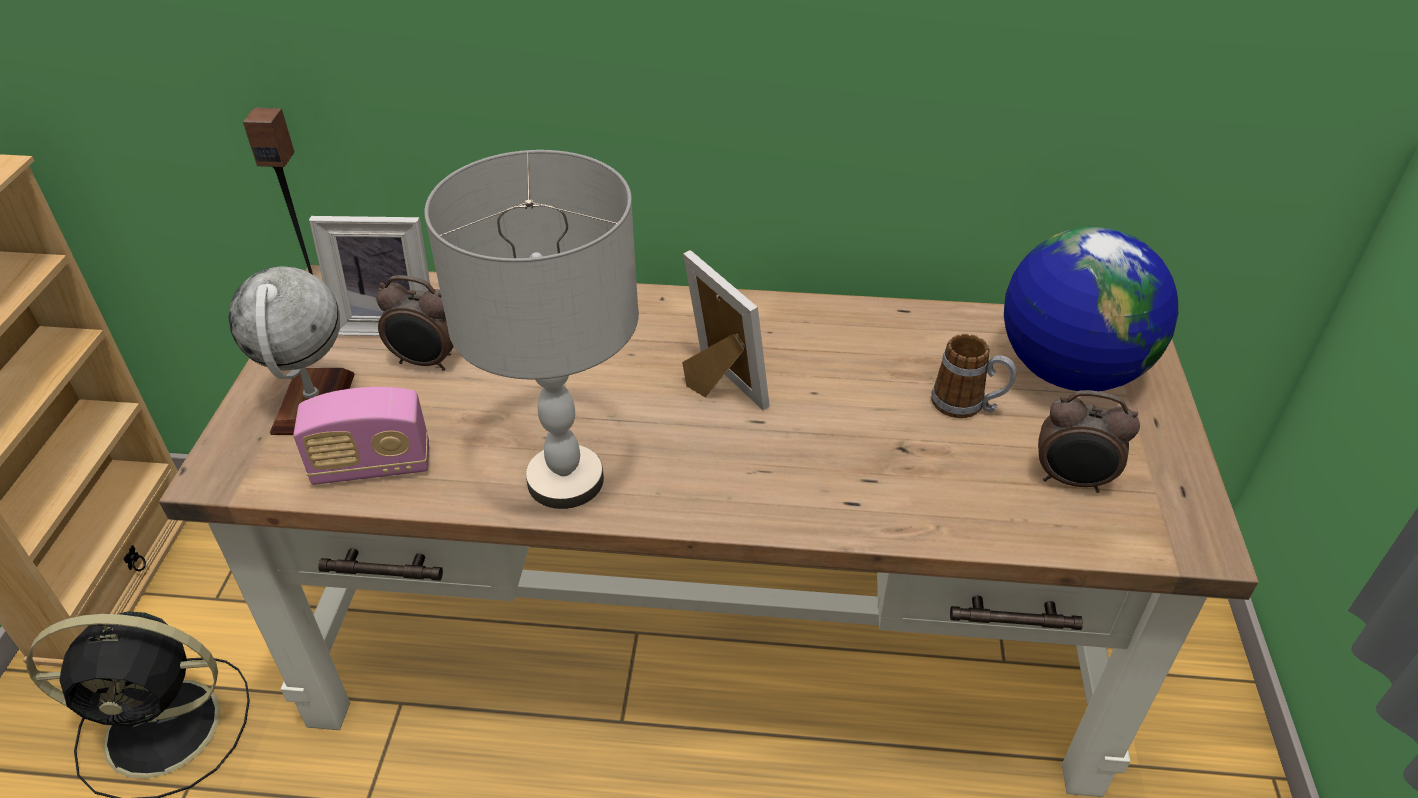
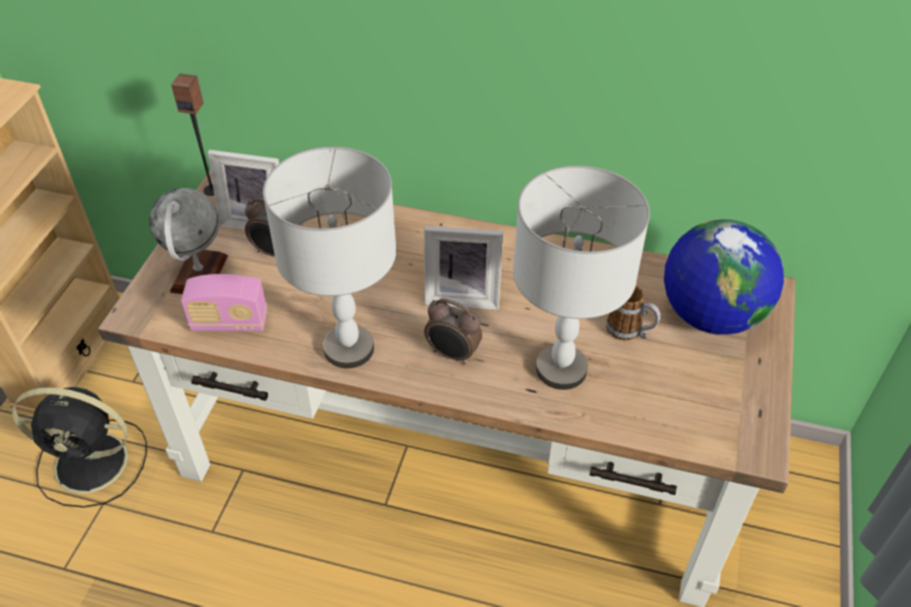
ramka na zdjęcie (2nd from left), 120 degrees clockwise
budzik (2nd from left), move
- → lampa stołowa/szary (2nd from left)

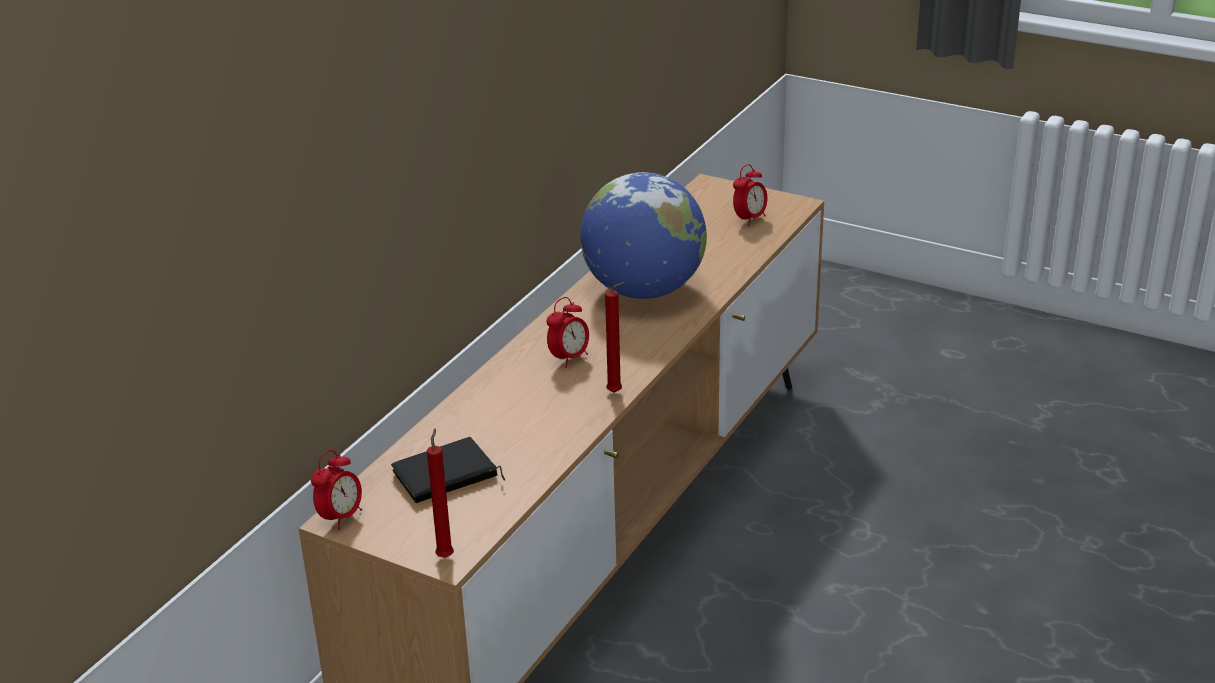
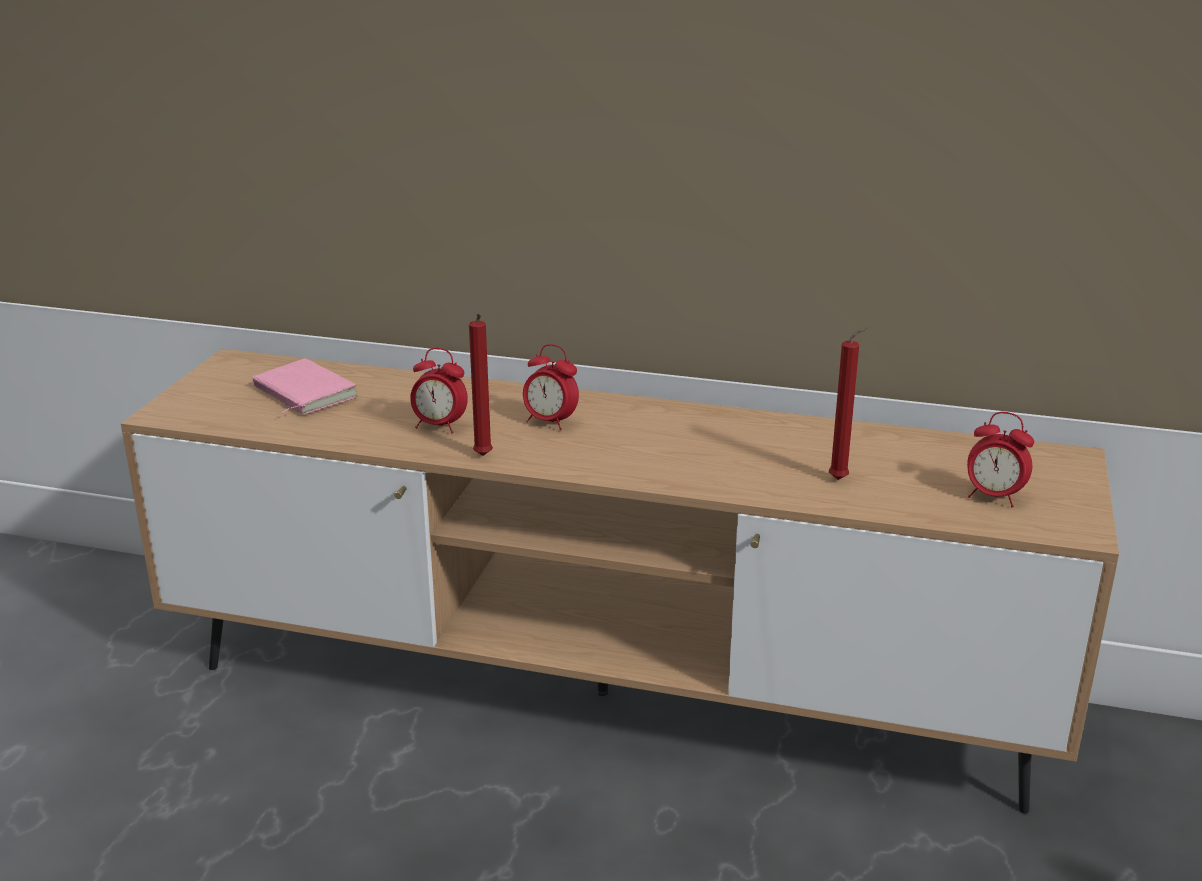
globus → -
świeca/czerwony (1st from left in the first image) → świeca/czerwony (2nd from left), move
książka/czarny → książka/różowy
budzik (1st from left), move

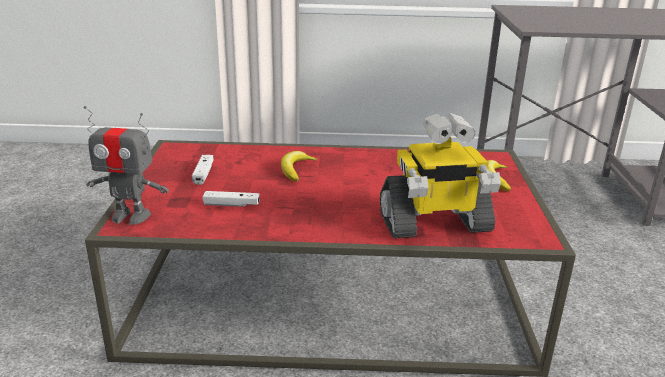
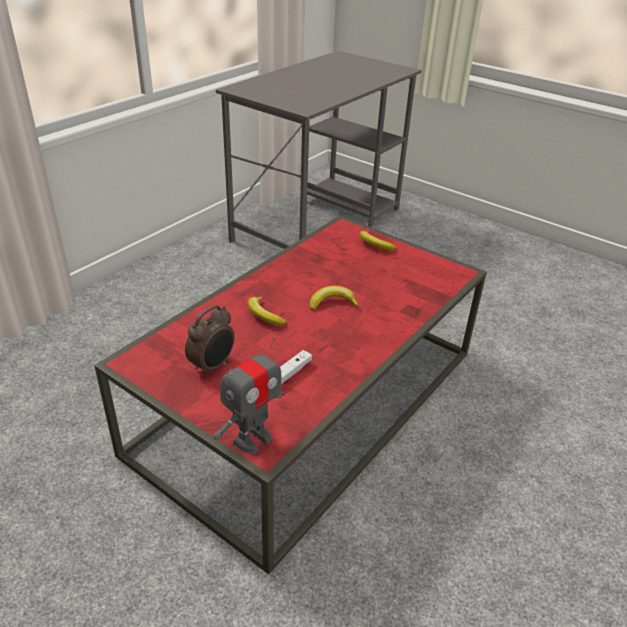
robot zabawkowy (2nd from left) → -
pad do gier/biały (1st from left) → budzik
- → banan (2nd from left)

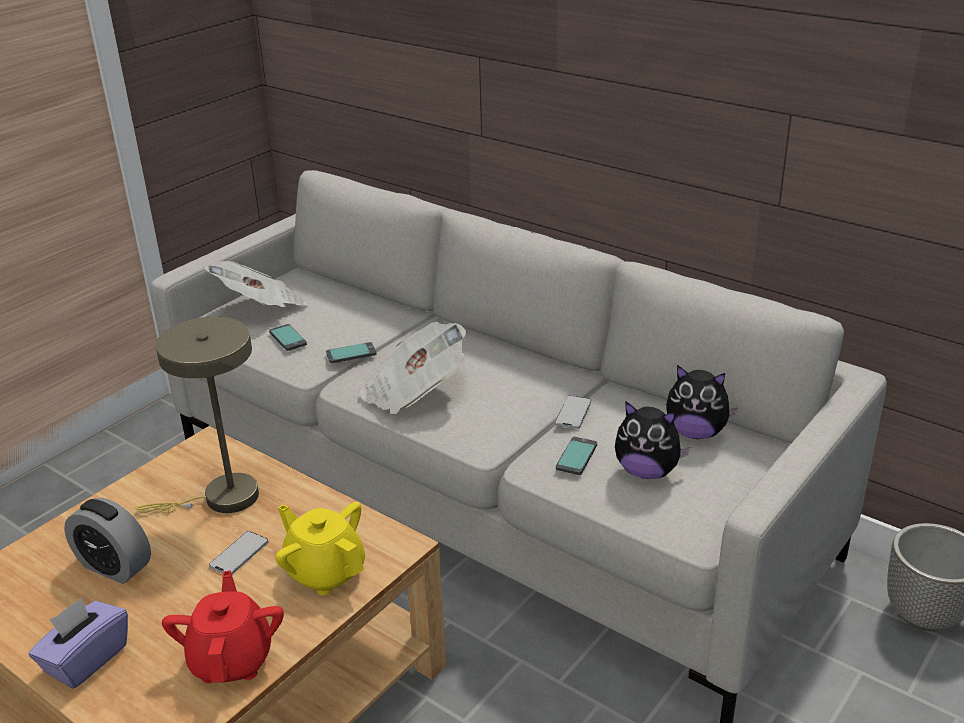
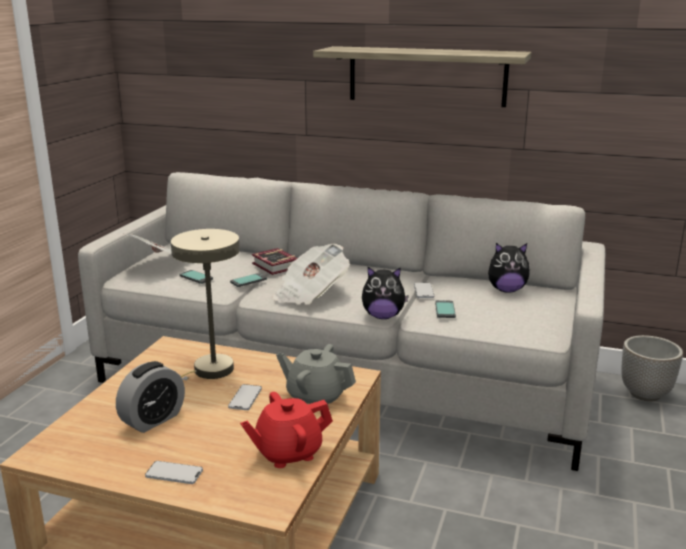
pluszak (1st from left), move
budzik, 60 degrees counterclockwise
imbryk/żółty → imbryk/szary
imbryk/czerwony, 90 degrees counterclockwise
pudełko chusteczek/fioletowy → telefon (1st from left)
- → półka
- → książka

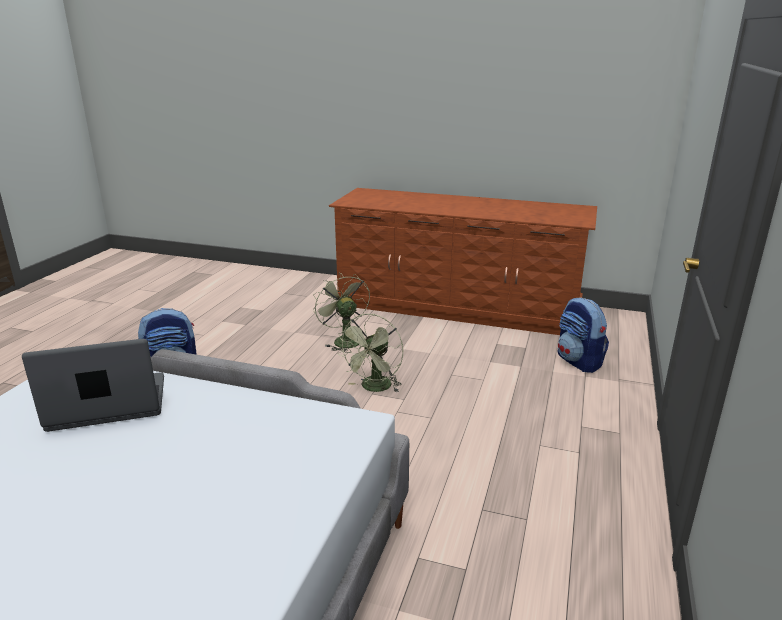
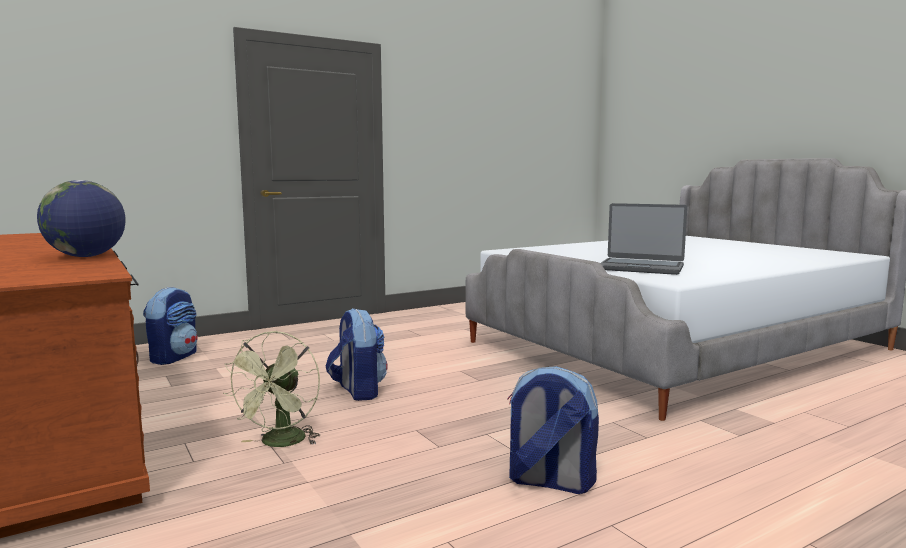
wentylator/zielony (2nd from left) → plecak (2nd from left)
- → globus

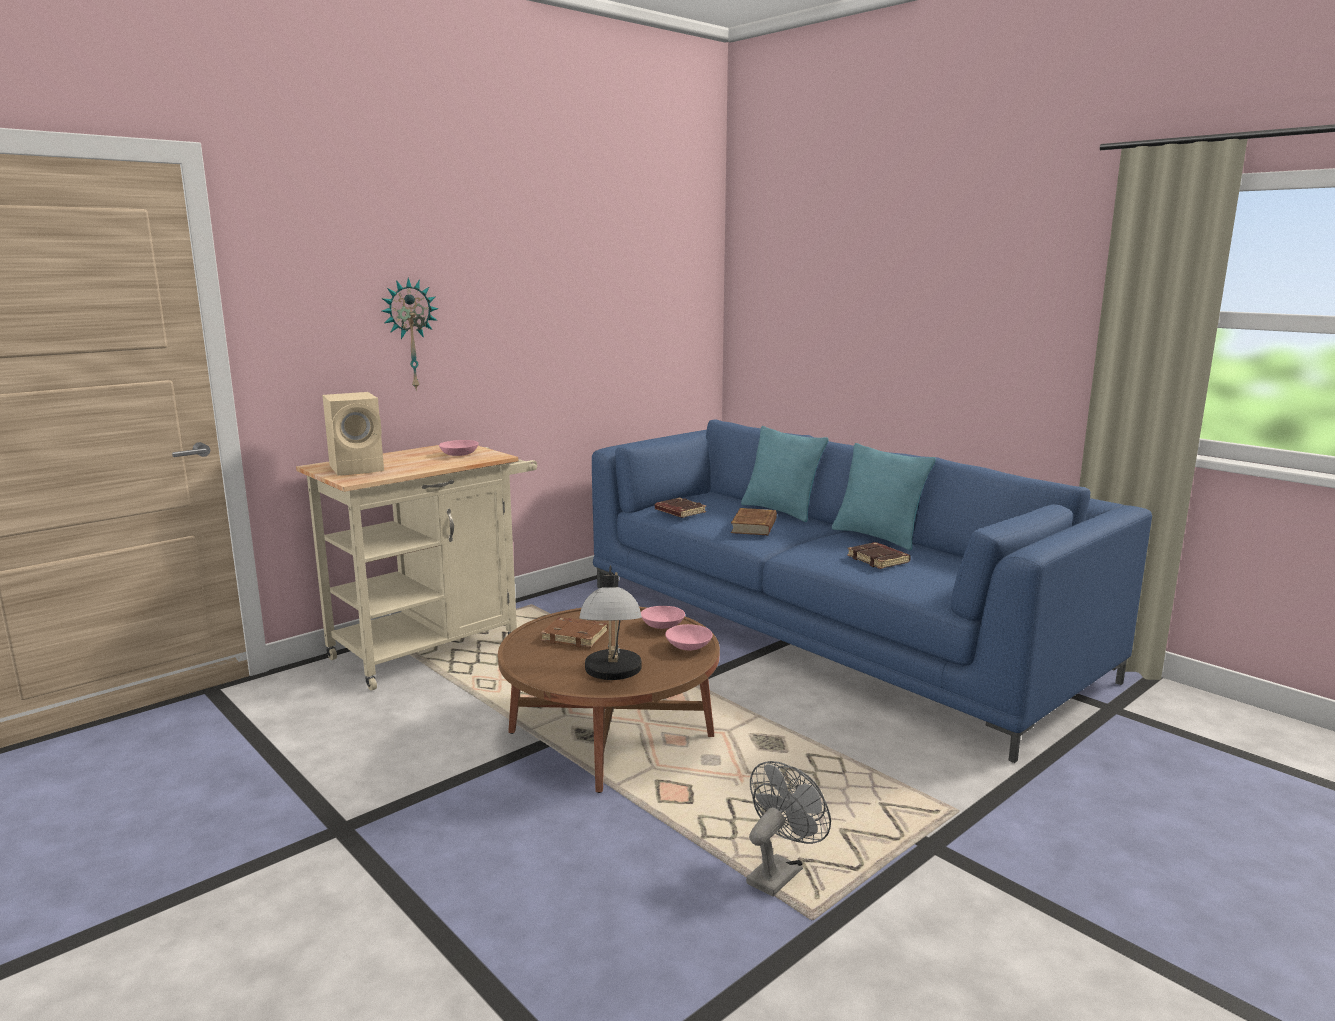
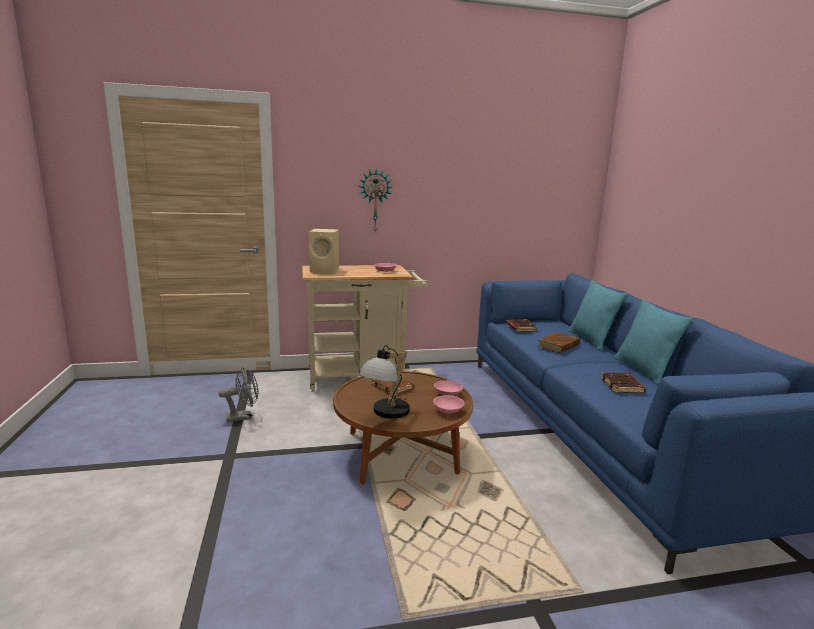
wentylator/szary, move

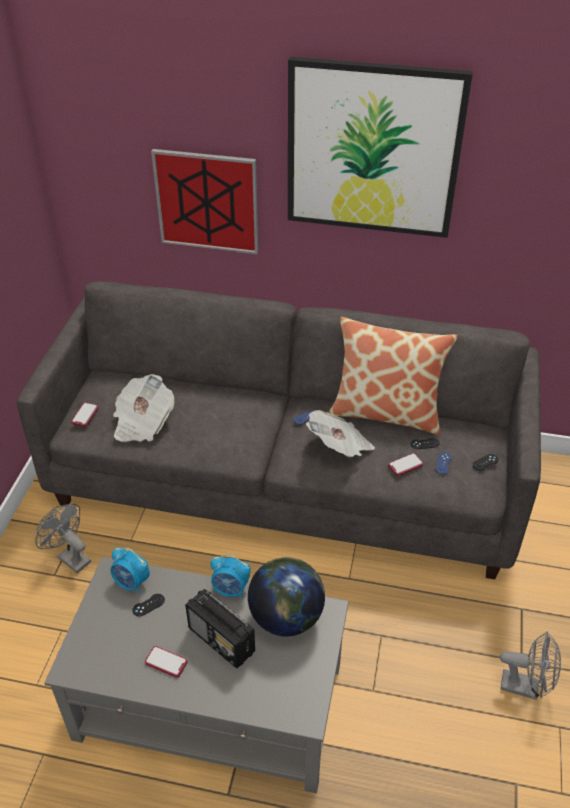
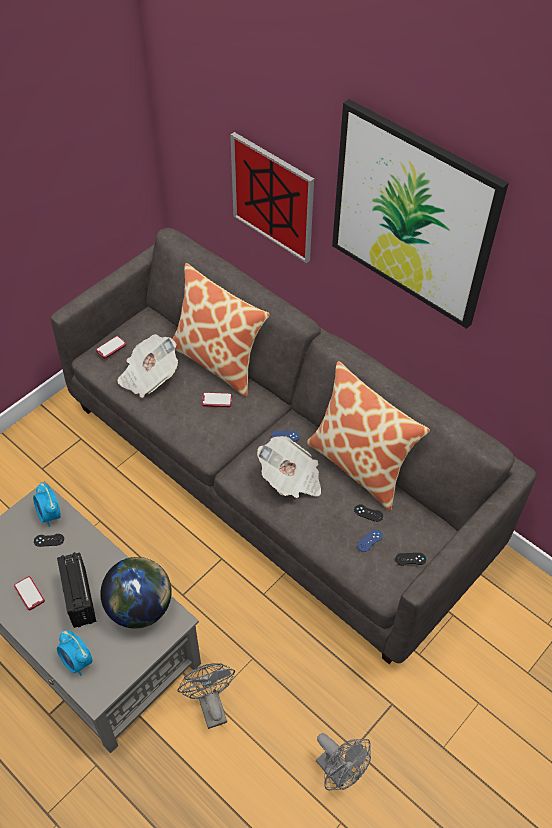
telefon (3rd from left), move
wentylator/szary (1st from left), move
budzik (2nd from left), move
- → poduszka (1st from left)

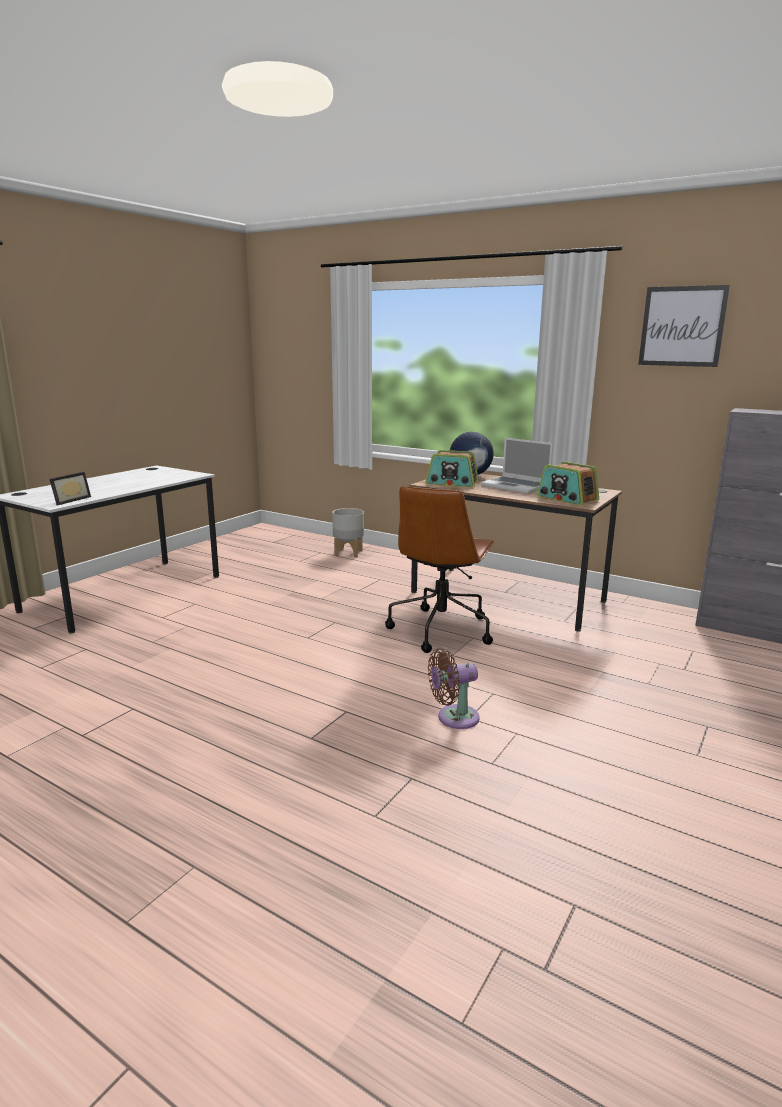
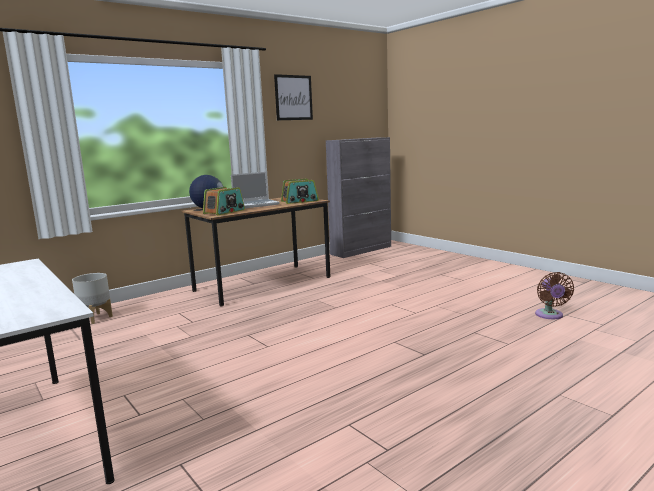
ramka na zdjęcie → -
krzesło biurowe/brązowy → -
wentylator/brązowy, move

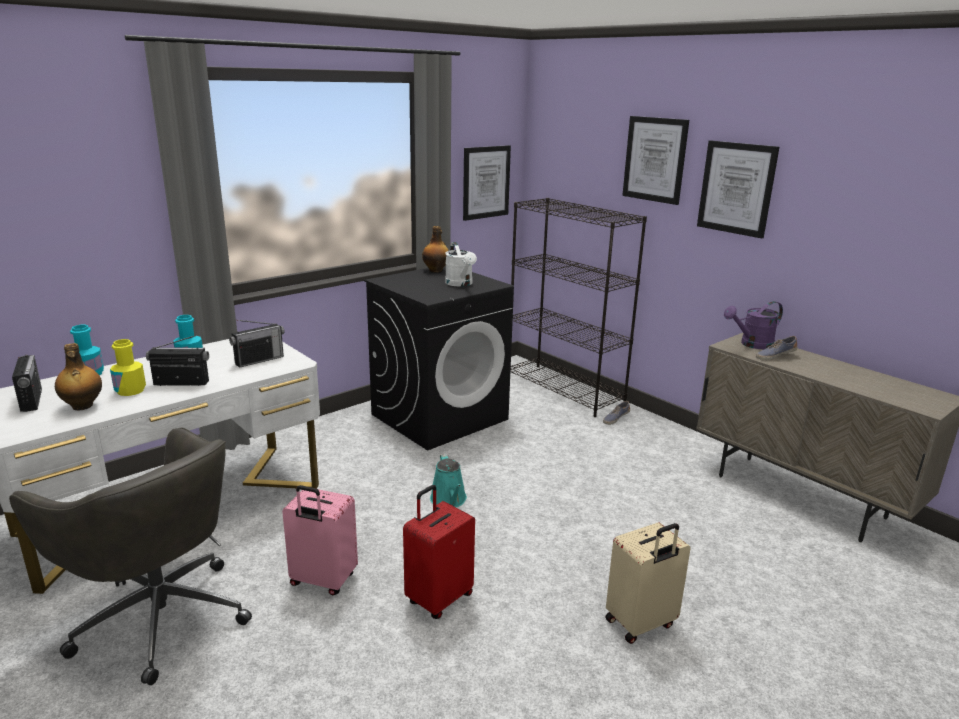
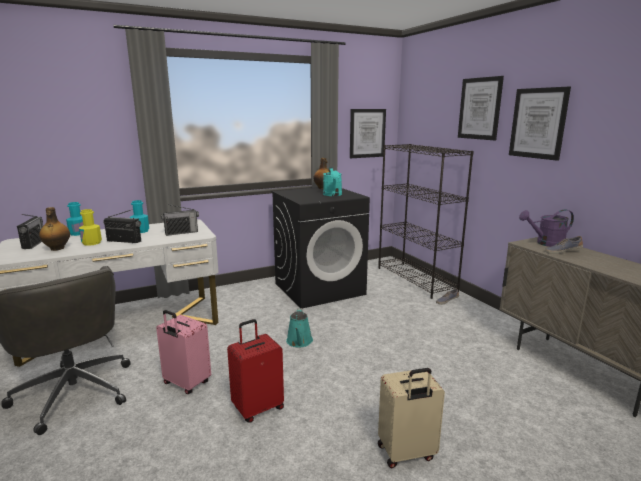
konewka/biały → konewka/turkusowy (2nd from left)

